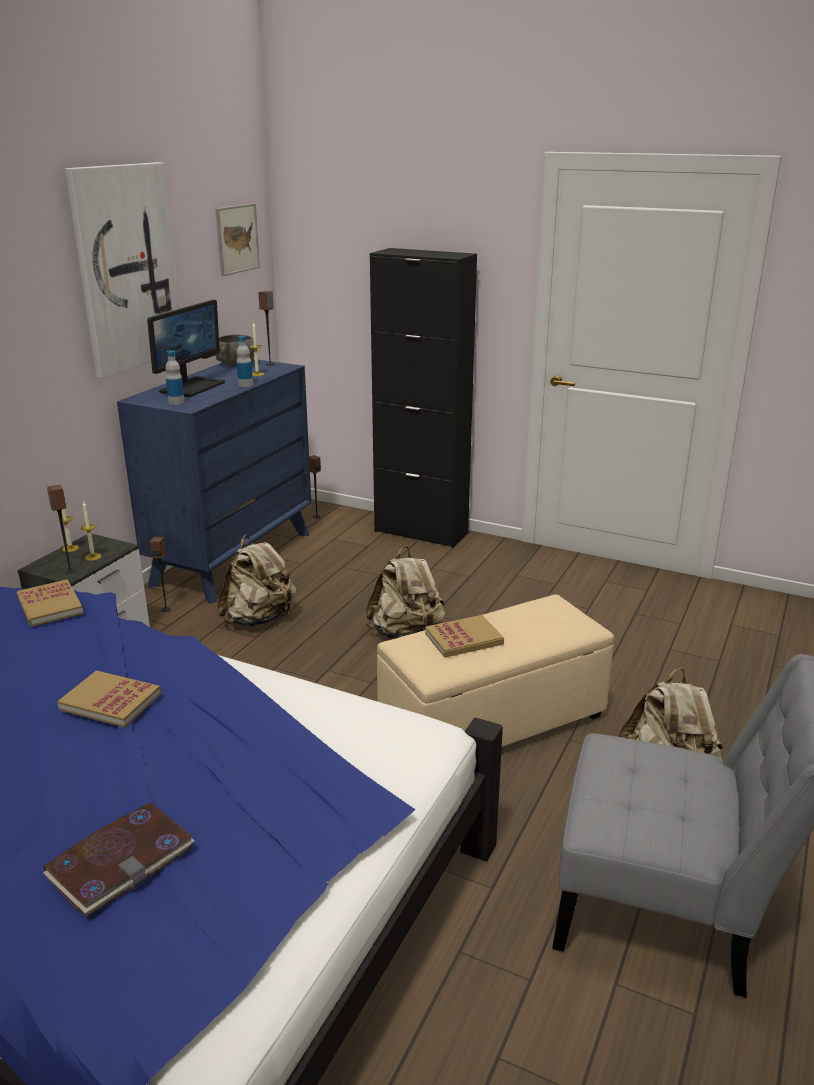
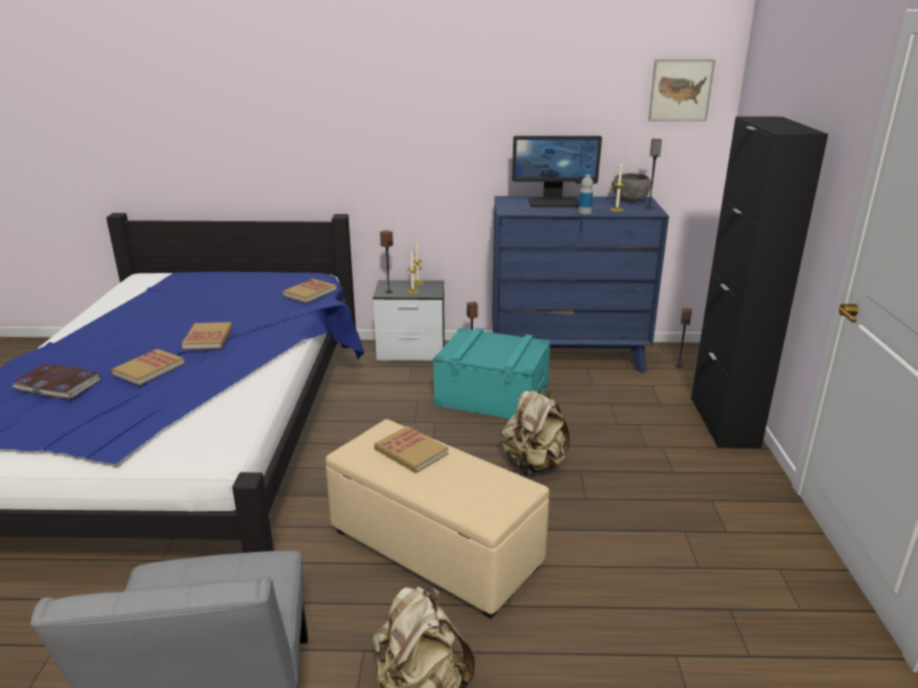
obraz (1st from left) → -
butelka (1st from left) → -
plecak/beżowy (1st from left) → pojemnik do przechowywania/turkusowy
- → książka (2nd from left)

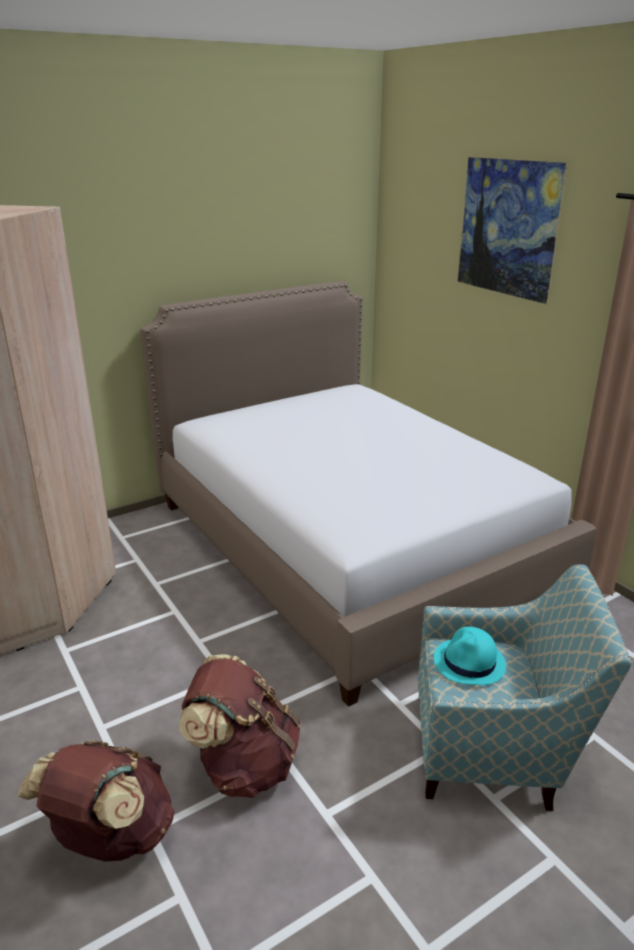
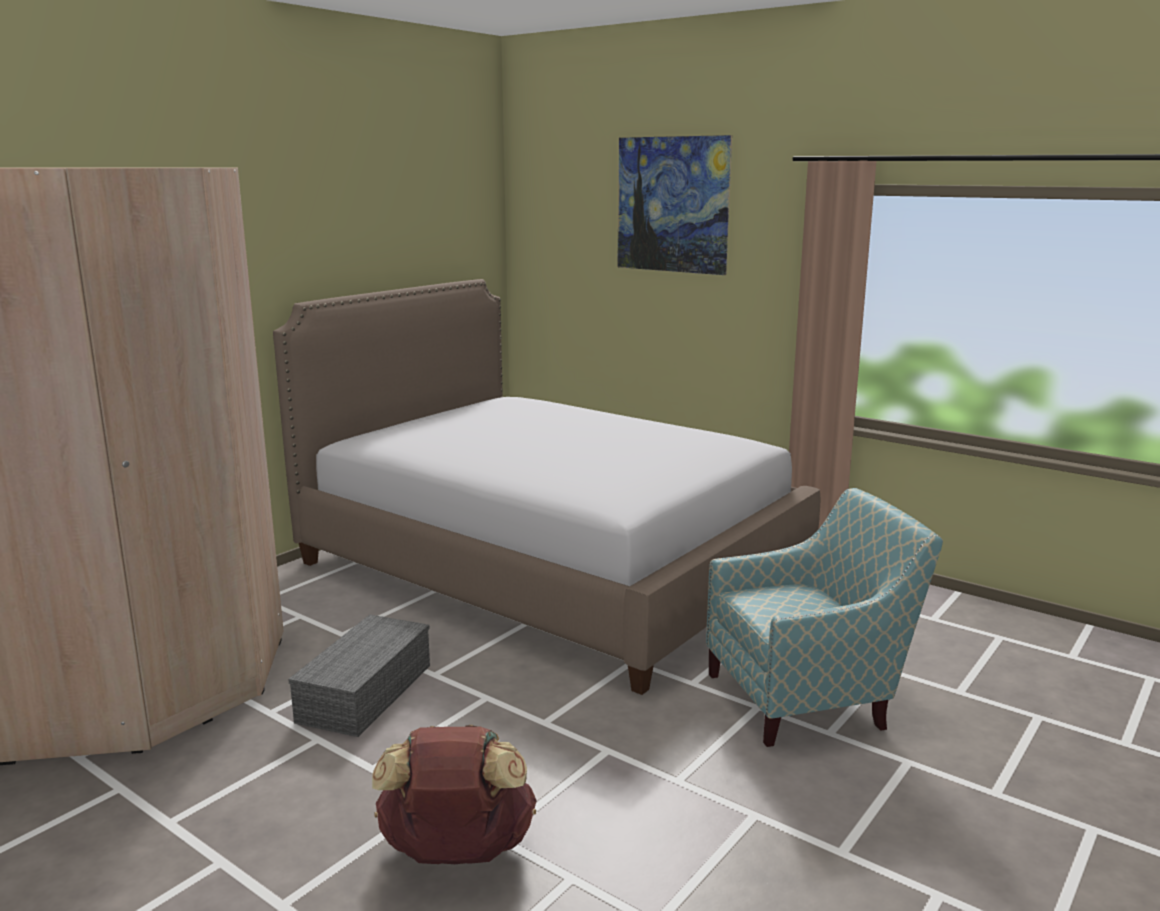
kapelusz/turkusowy → -
plecak/brązowy (2nd from left) → -
- → pojemnik do przechowywania/szary

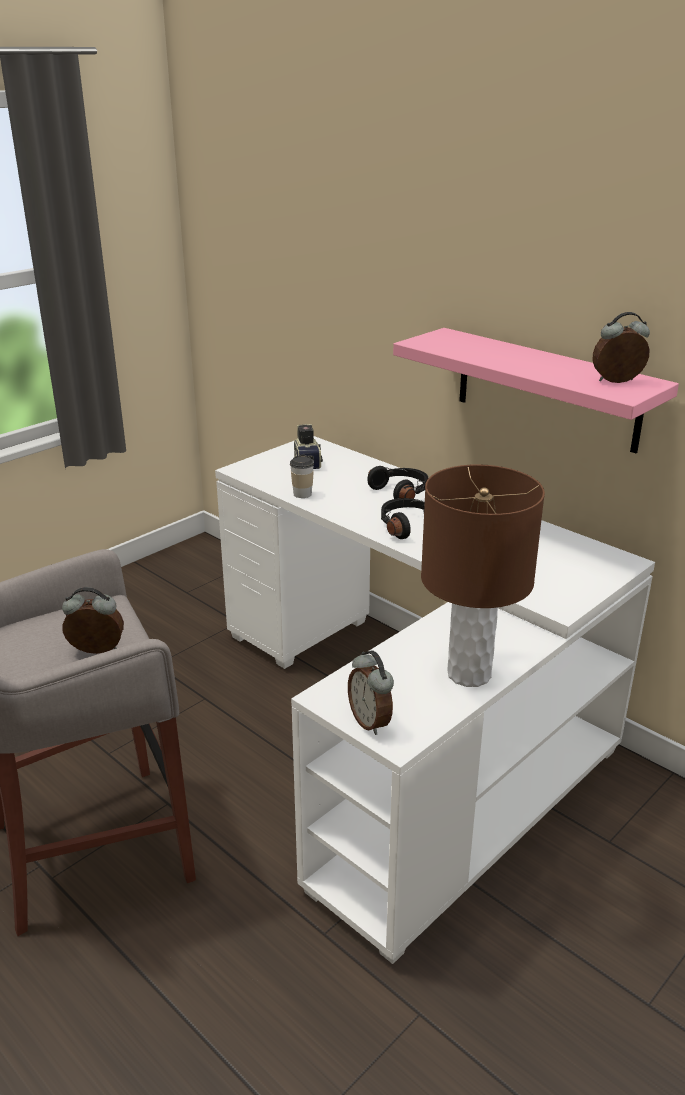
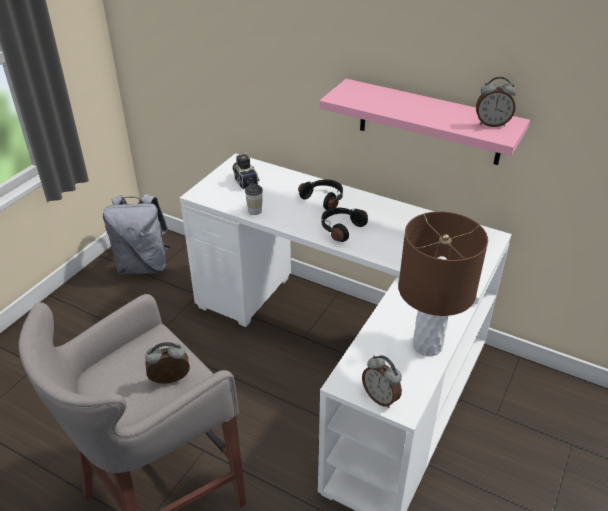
budzik (3rd from left), 150 degrees counterclockwise
- → plecak/szary

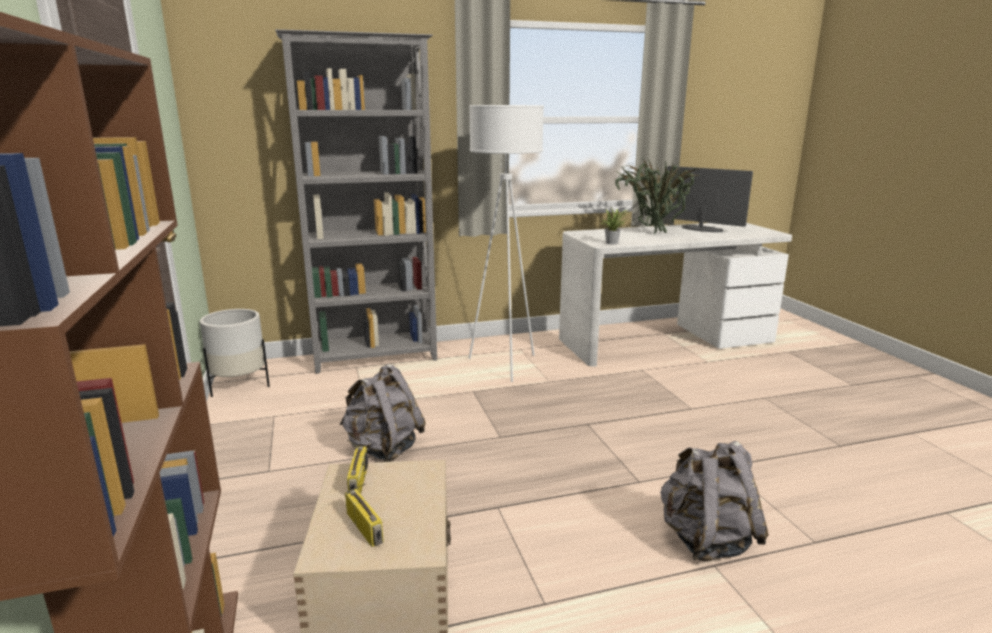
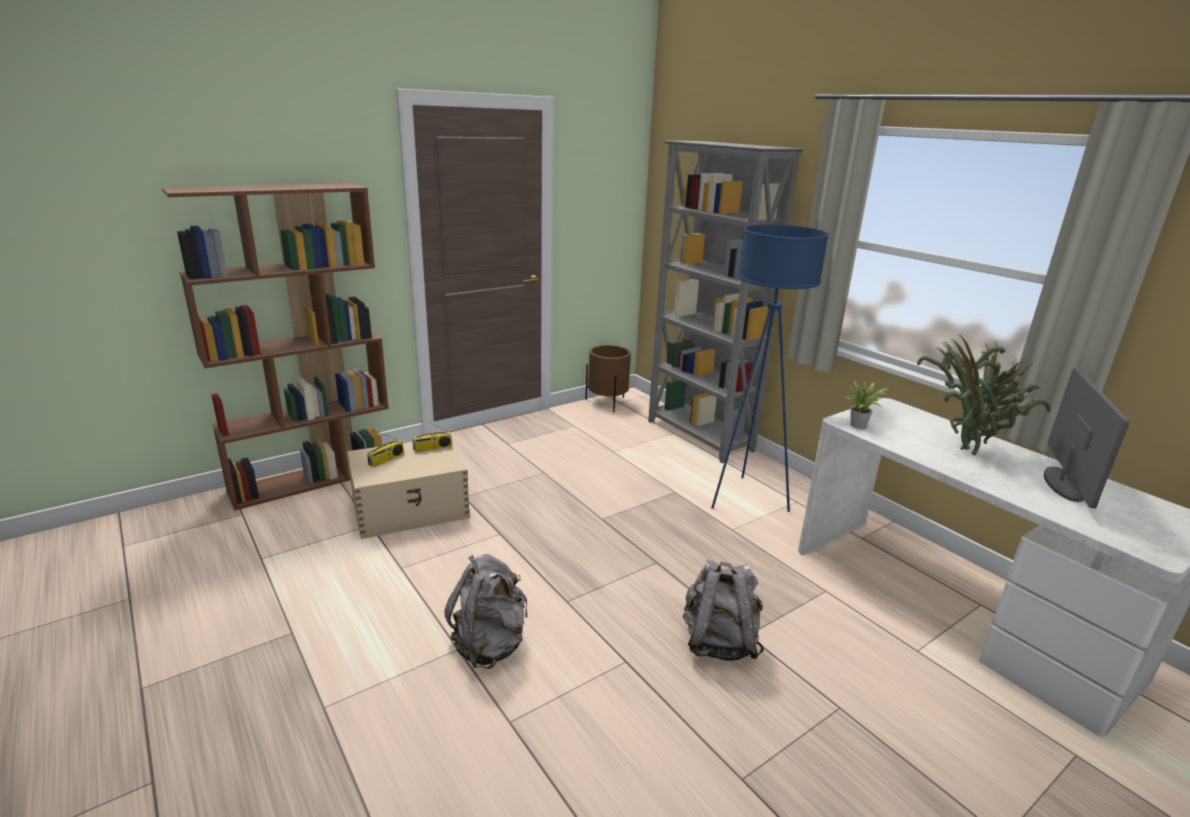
lampa stojąca/biały → lampa stojąca/niebieski
donica/biały → donica/brązowy
plecak/szary (1st from left in the first image) → plecak/szary (2nd from left), move

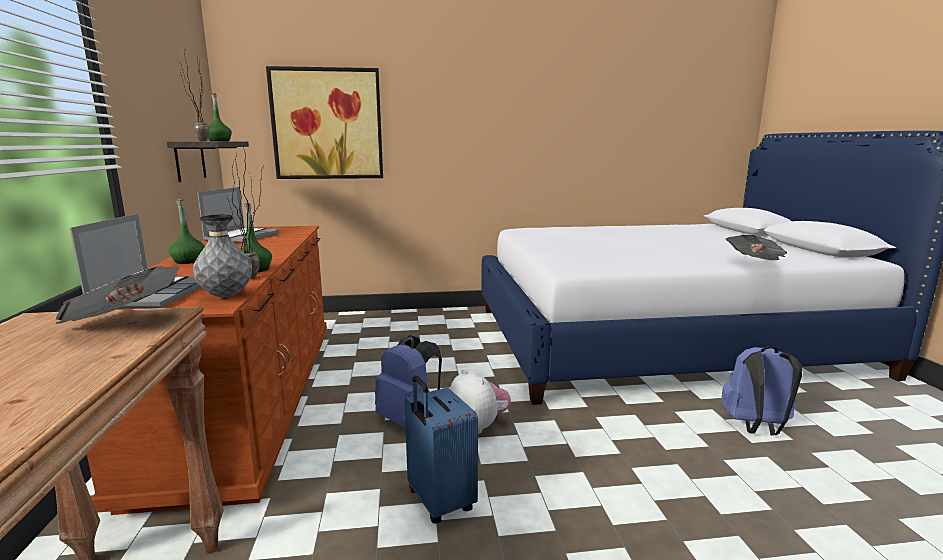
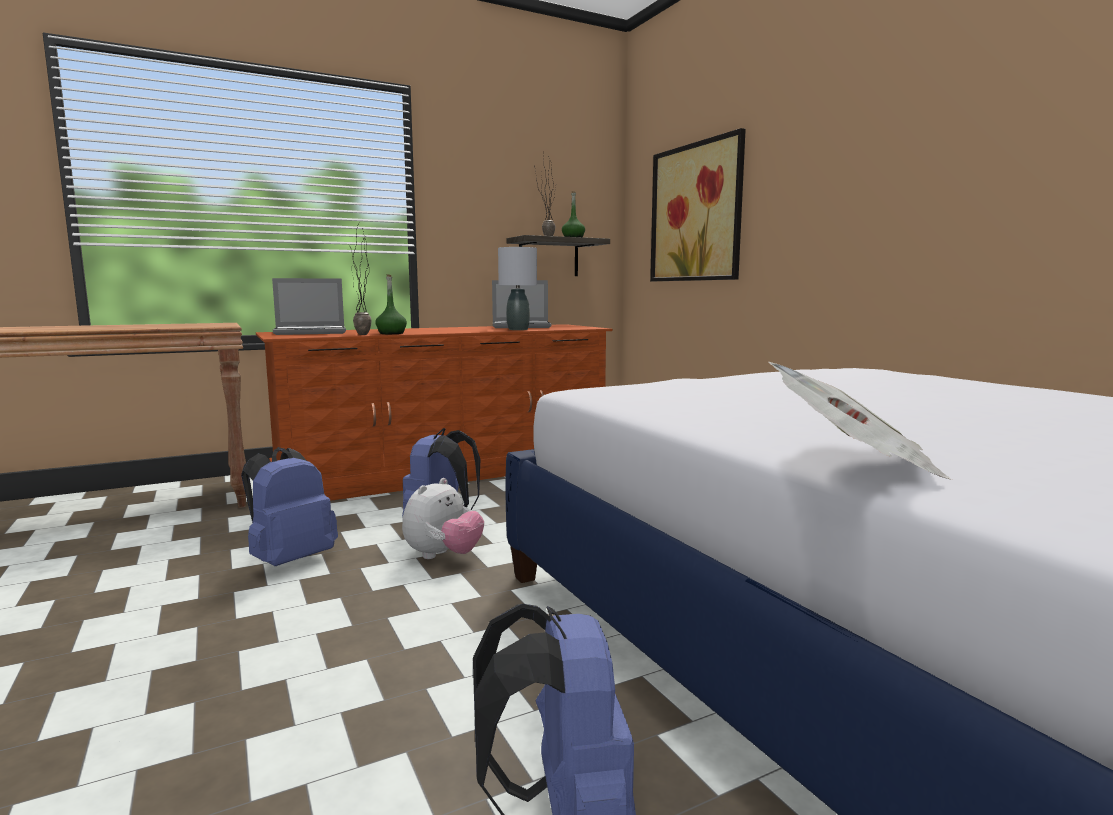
butelka/zielony (1st from left) → -
wazon/szary → -
gazeta (1st from left) → -
walizka/niebieski → plecak/niebieski (1st from left)
- → lampa stołowa/szary

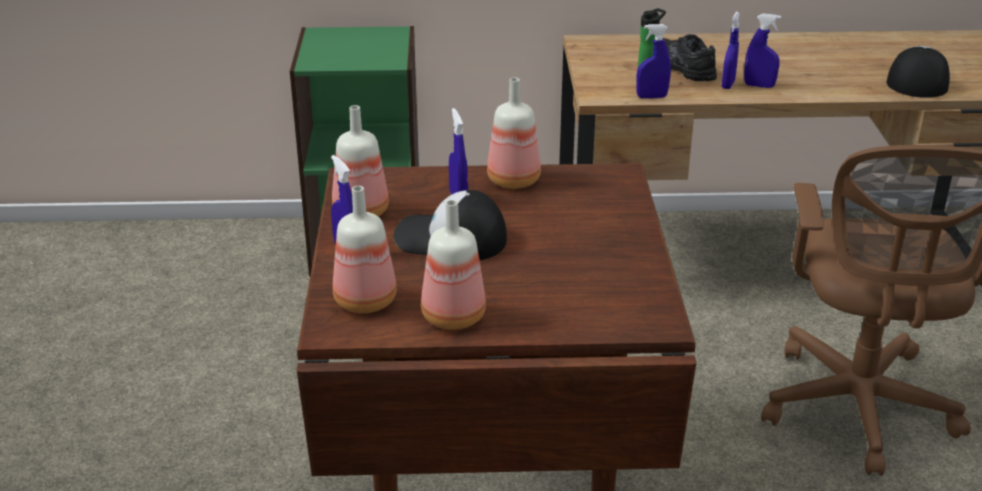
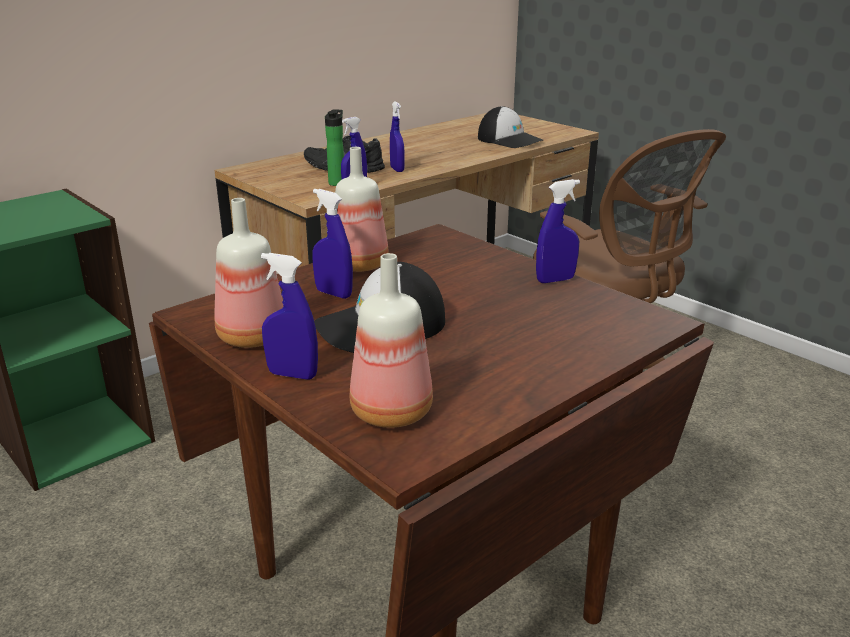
spryskiwacz/niebieski (5th from left), move
czapka z daszkiem (2nd from left), 150 degrees clockwise
butelka (3rd from left) → -

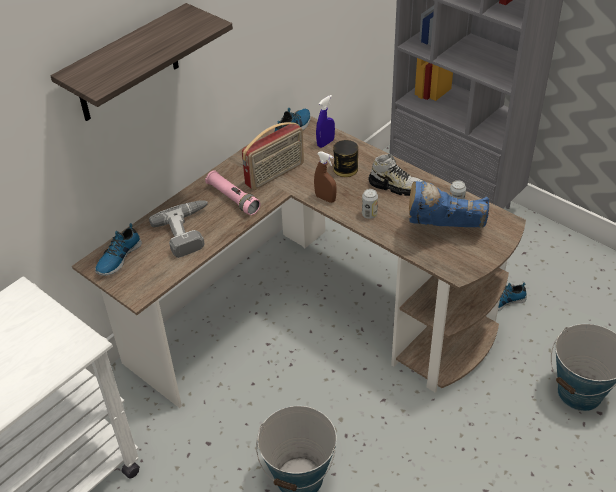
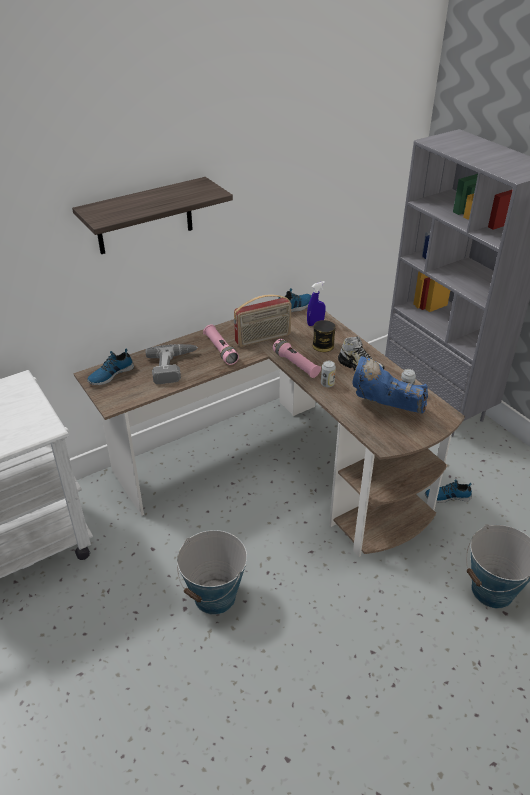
spryskiwacz/brązowy → latarka/różowy (2nd from left)

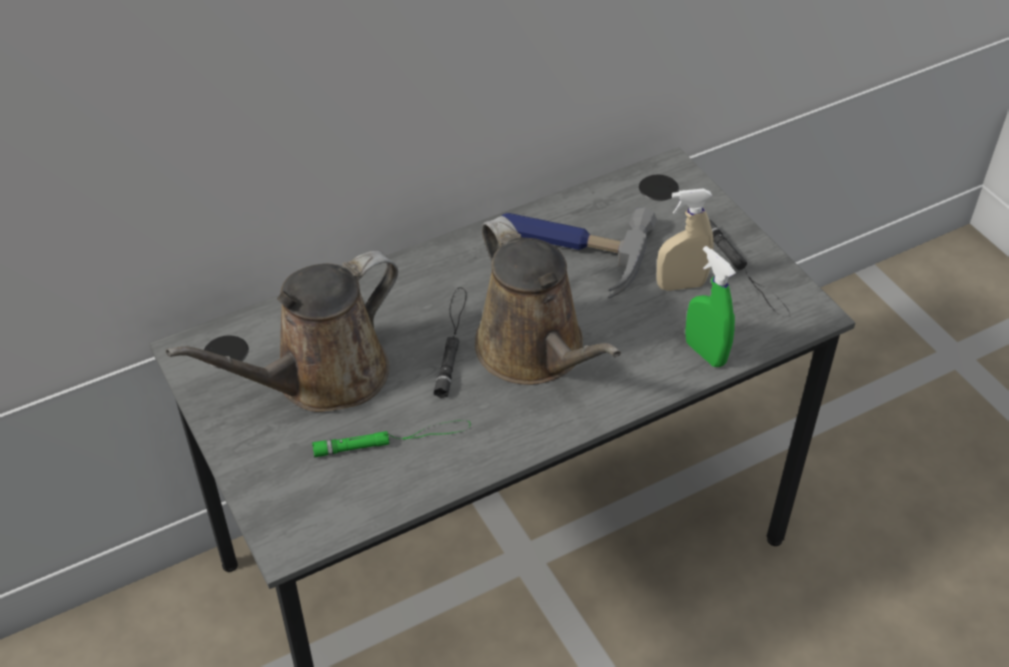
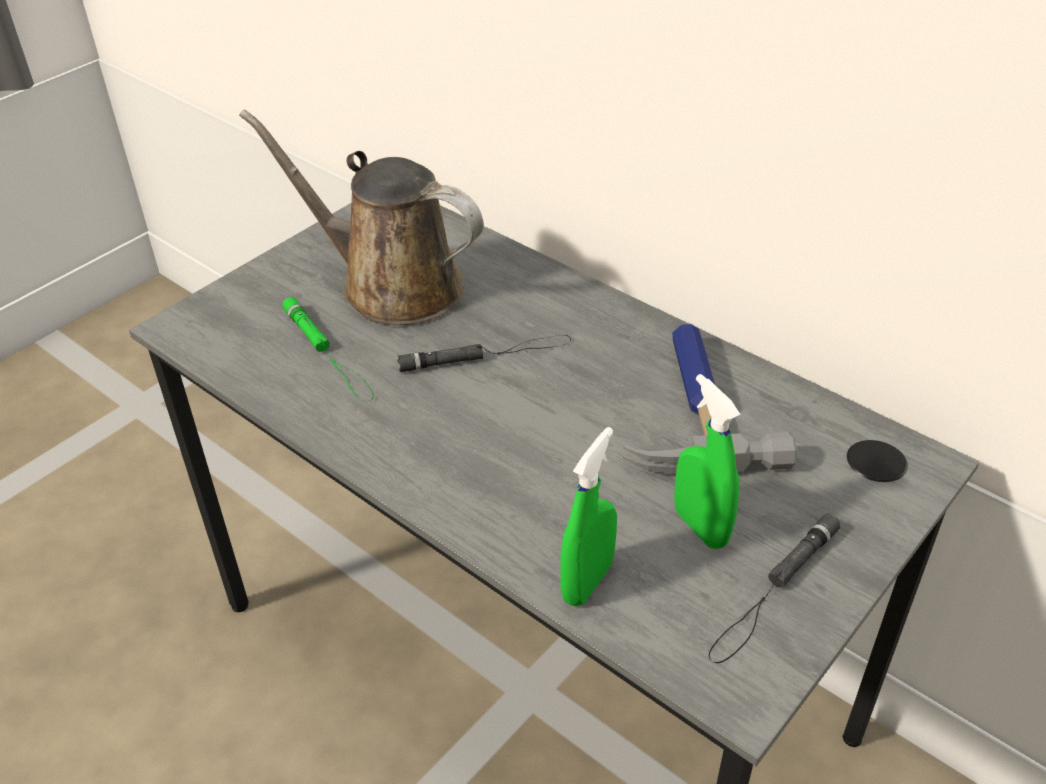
spryskiwacz/beżowy → spryskiwacz/zielony (2nd from left)
konewka/brązowy (2nd from left) → -

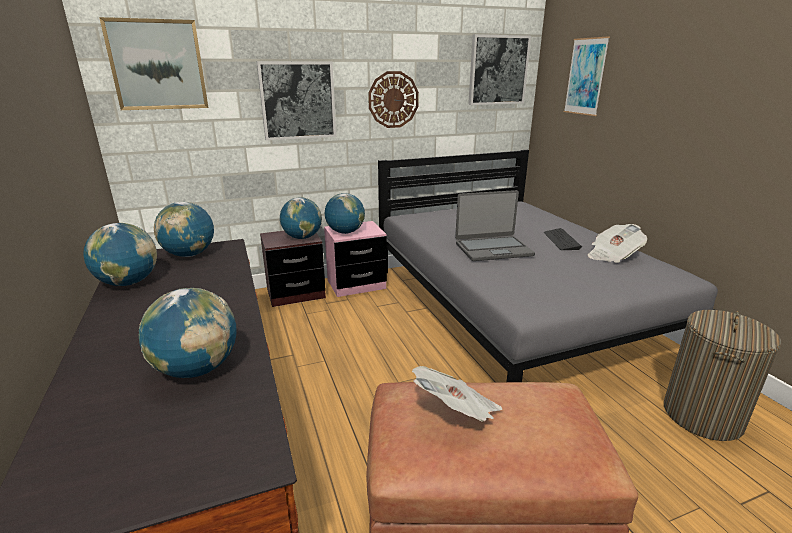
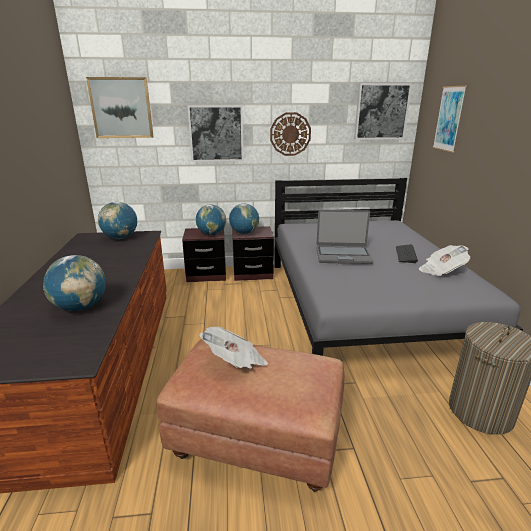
szafka nocna/różowy → szafka nocna/brązowy (2nd from left)
globus (1st from left) → -

